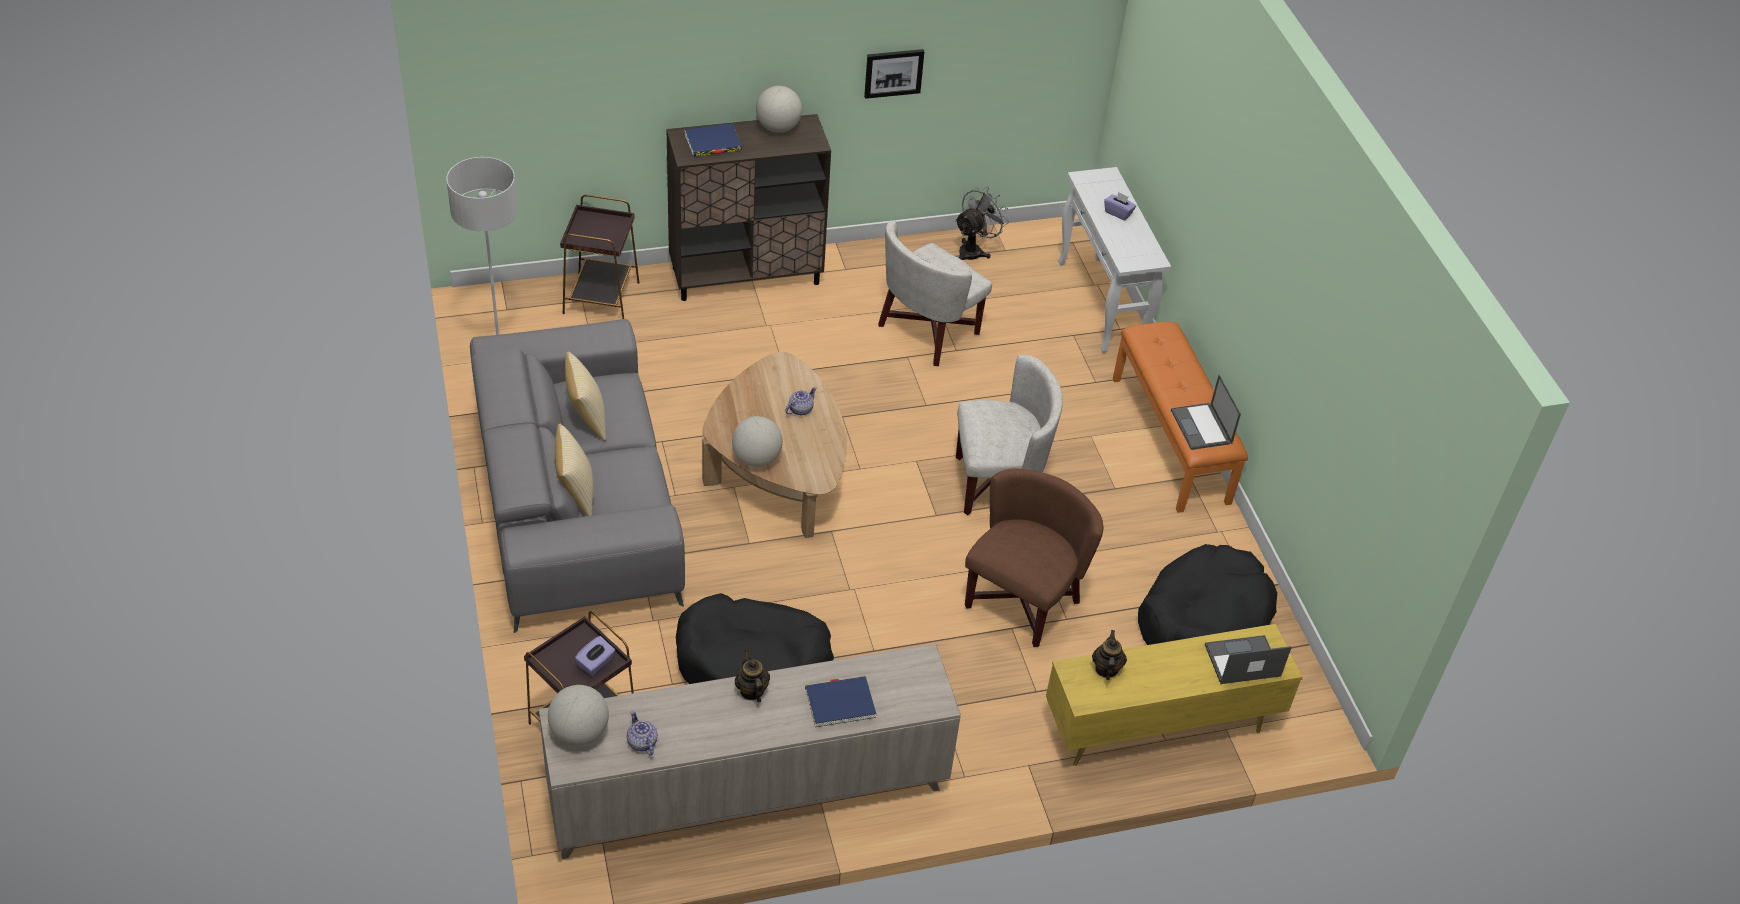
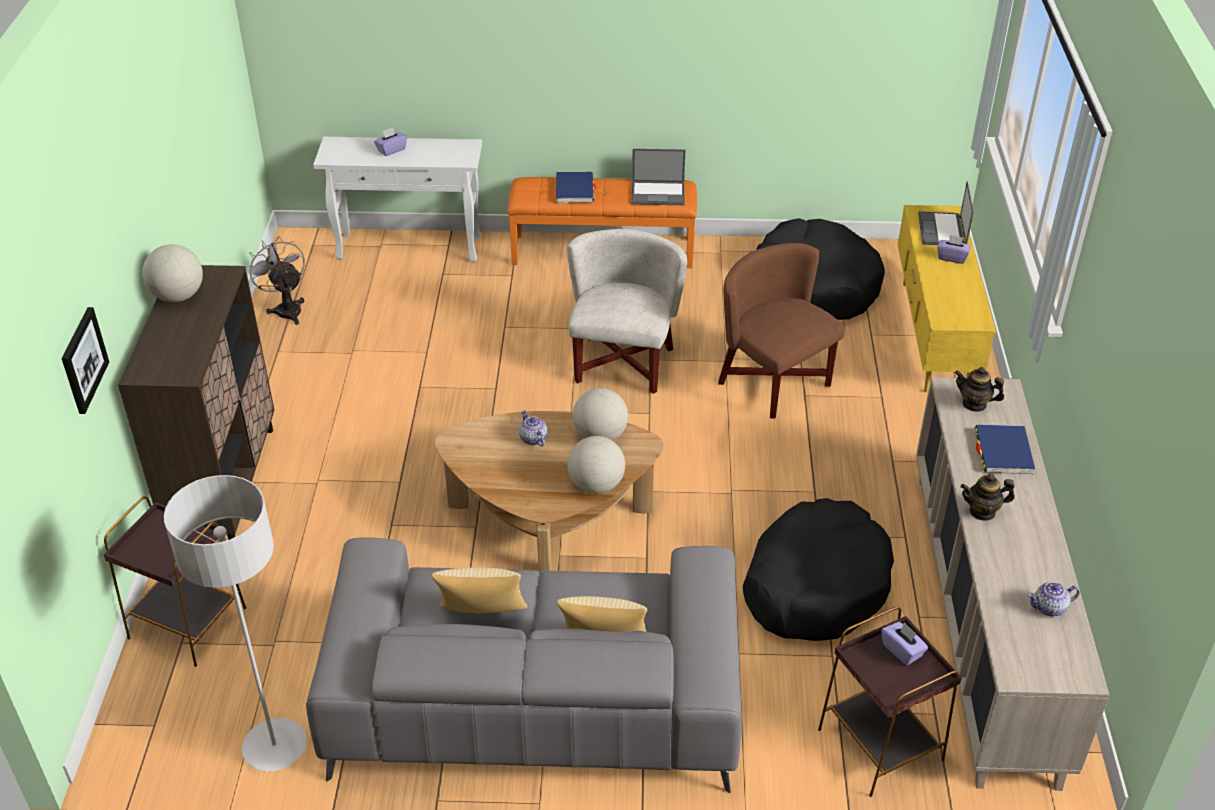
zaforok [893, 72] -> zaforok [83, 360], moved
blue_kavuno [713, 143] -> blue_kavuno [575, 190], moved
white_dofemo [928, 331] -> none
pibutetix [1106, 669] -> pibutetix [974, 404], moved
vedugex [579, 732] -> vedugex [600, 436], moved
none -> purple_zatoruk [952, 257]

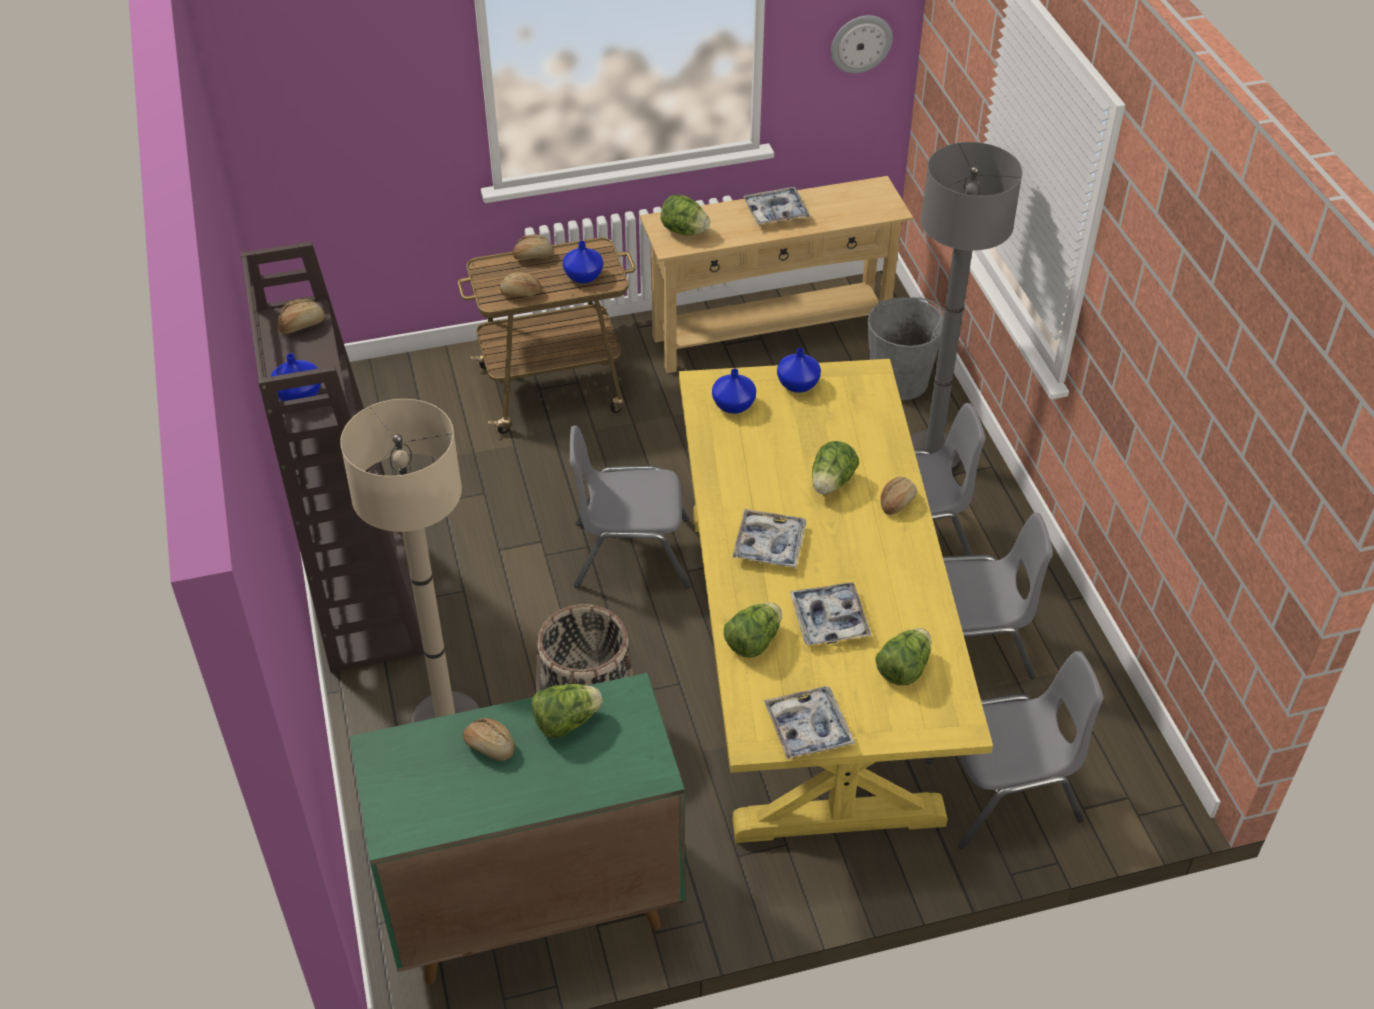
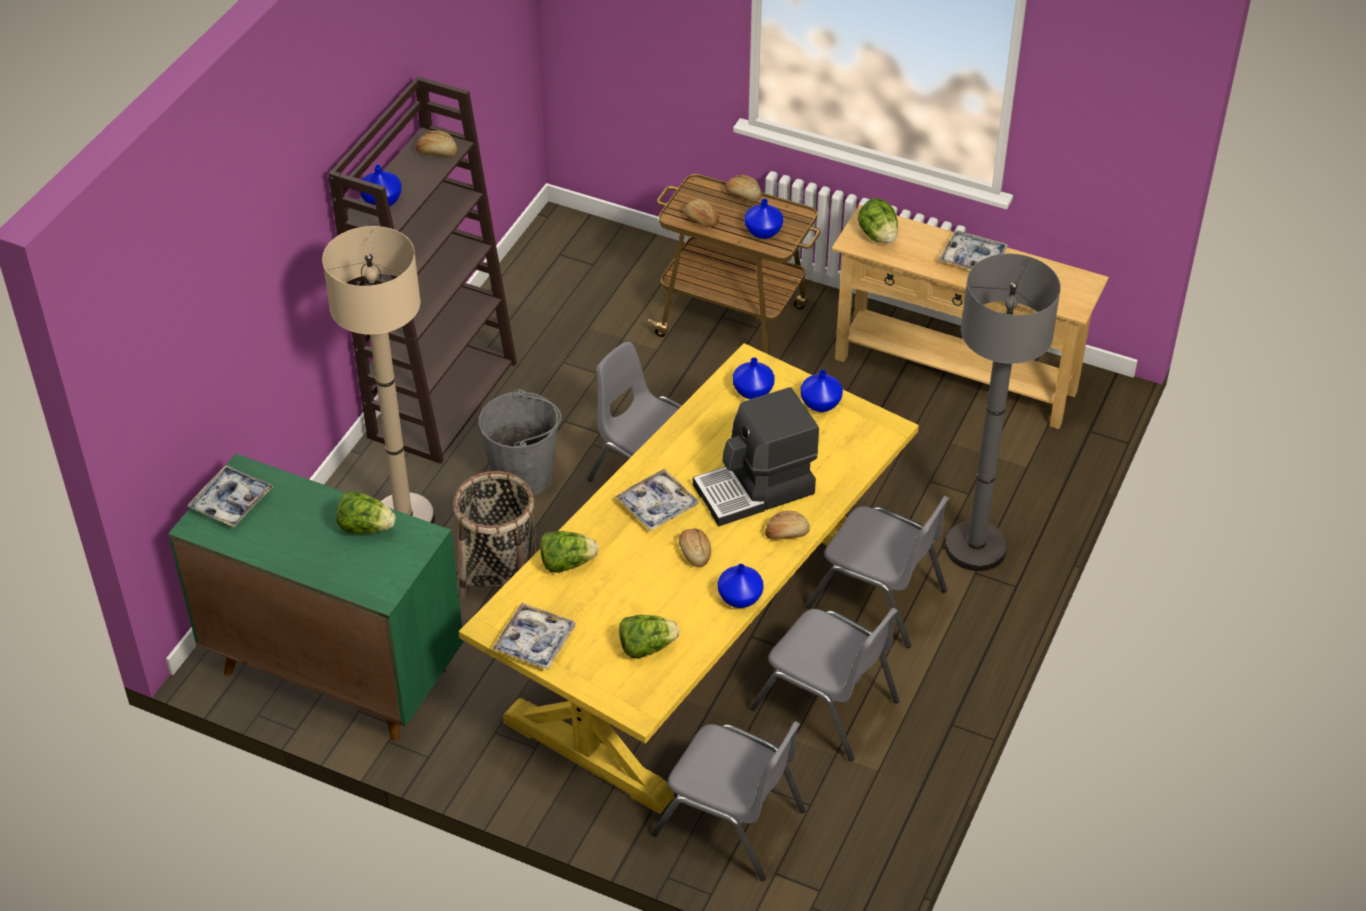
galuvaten [860, 43] -> none
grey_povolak [899, 380] -> grey_povolak [523, 475], moved
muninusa [831, 483] -> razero [755, 490]
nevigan [829, 620] -> nevigan [231, 502], moved
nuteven [490, 746] -> nuteven [694, 553], moved
none -> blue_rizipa [739, 598]

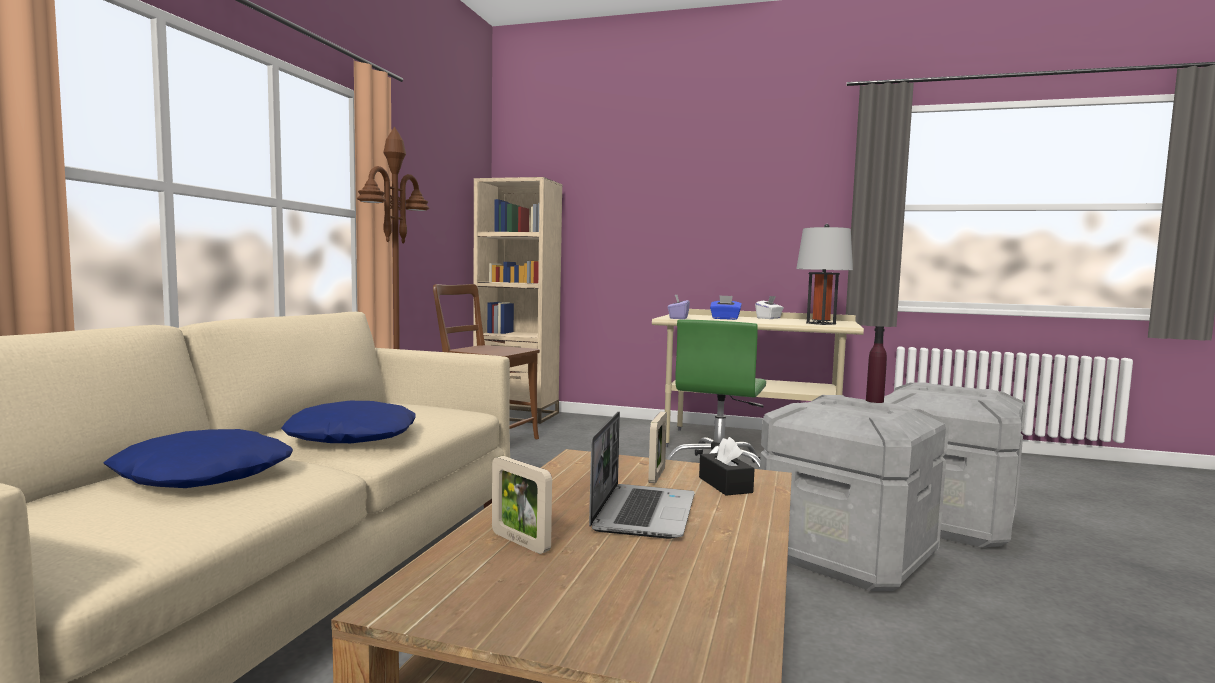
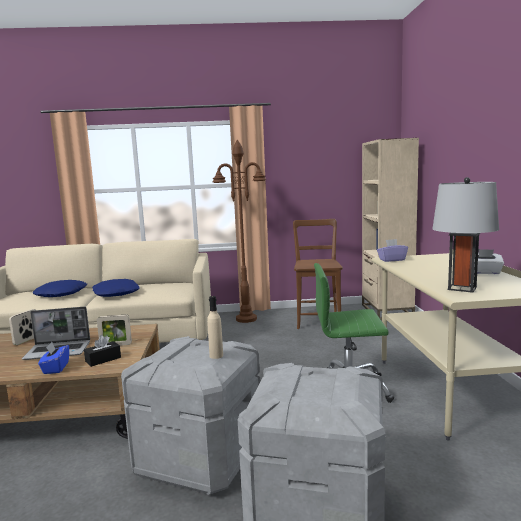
blue_zatoruk [725, 319] -> blue_zatoruk [55, 368], moved
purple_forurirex [874, 401] -> beige_forurirex [216, 356]

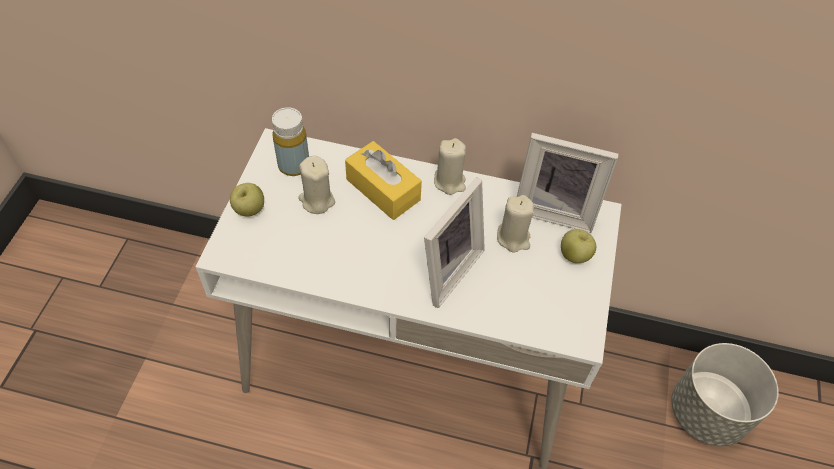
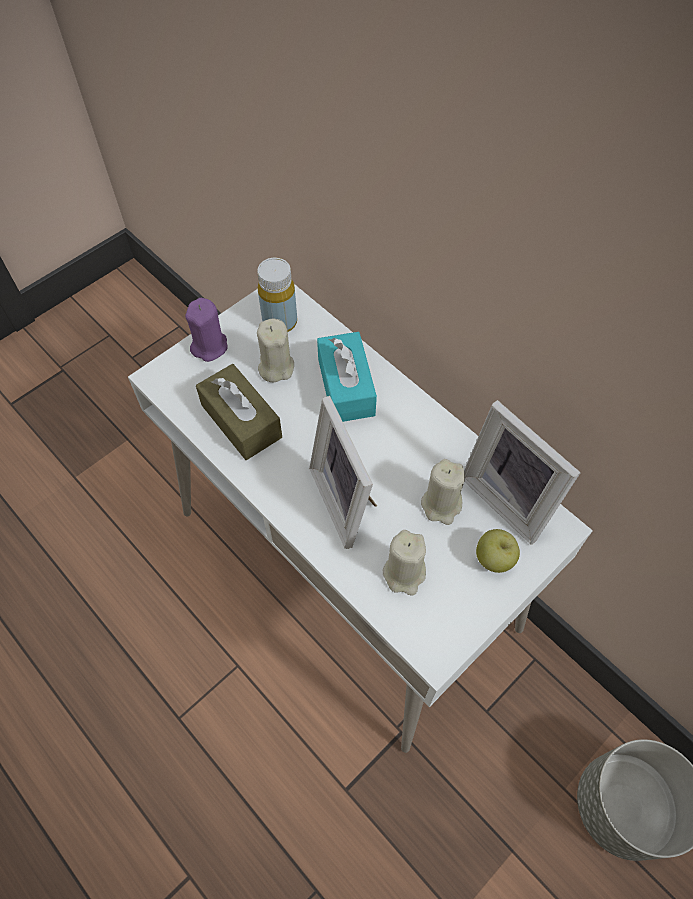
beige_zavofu [449, 181] -> beige_zavofu [404, 573], moved
yellow_zatoruk [383, 189] -> turquoise_zatoruk [346, 387]
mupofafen [445, 269] -> mupofafen [347, 500], 90 degrees clockwise
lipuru [249, 210] -> purple_zavofu [209, 346]
none -> brown_zatoruk [241, 421]

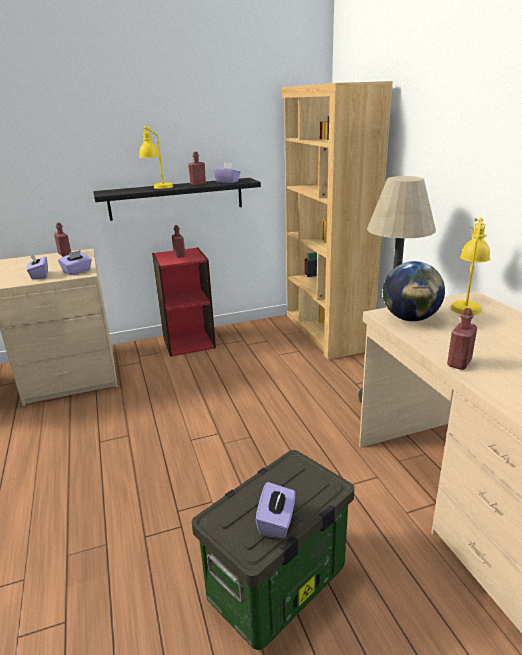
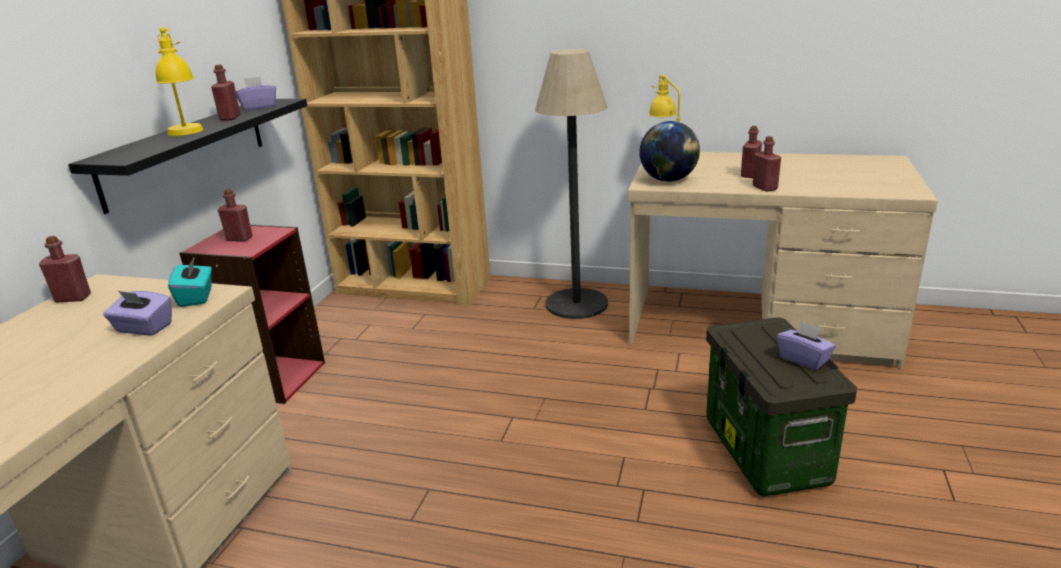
purple_zatoruk [77, 271] -> turquoise_zatoruk [196, 297]
none -> red_forurirex [750, 175]

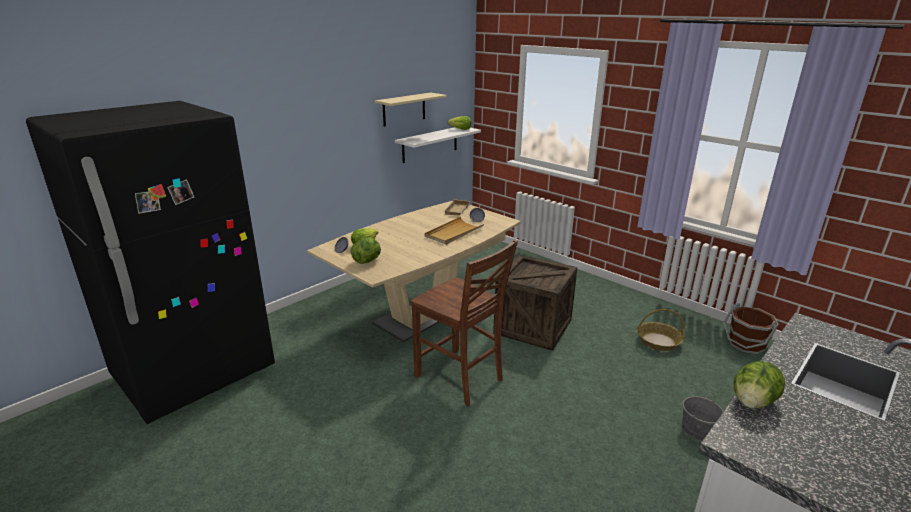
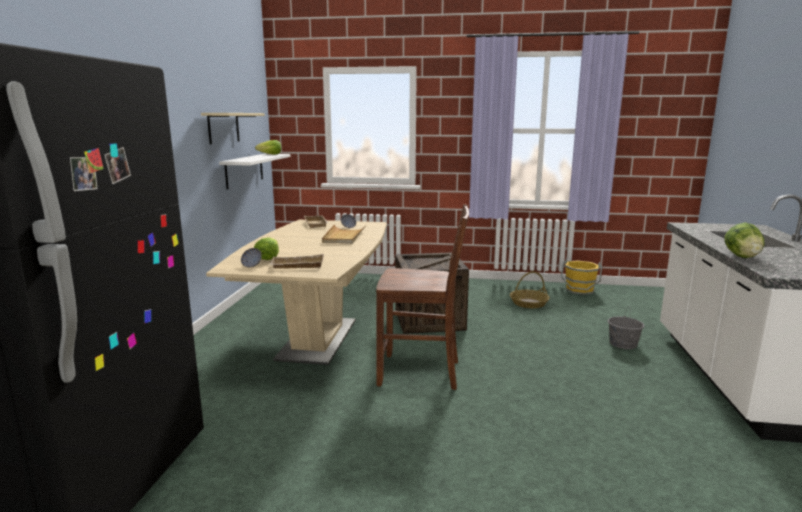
muninusa [367, 261] -> beige_nevigan [297, 266]
brown_povolak [746, 344] -> yellow_povolak [580, 290]

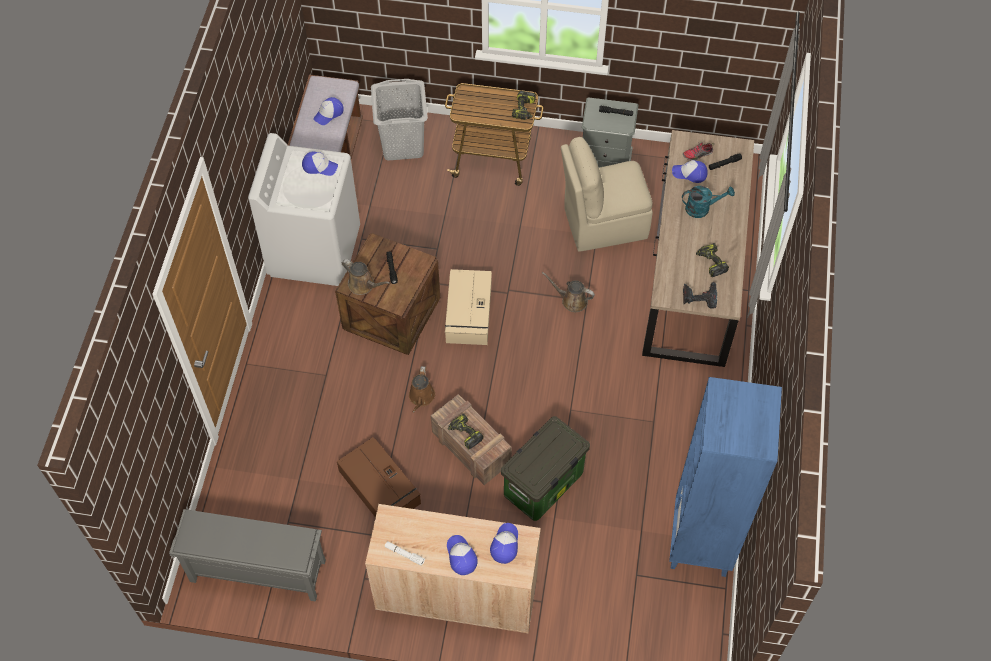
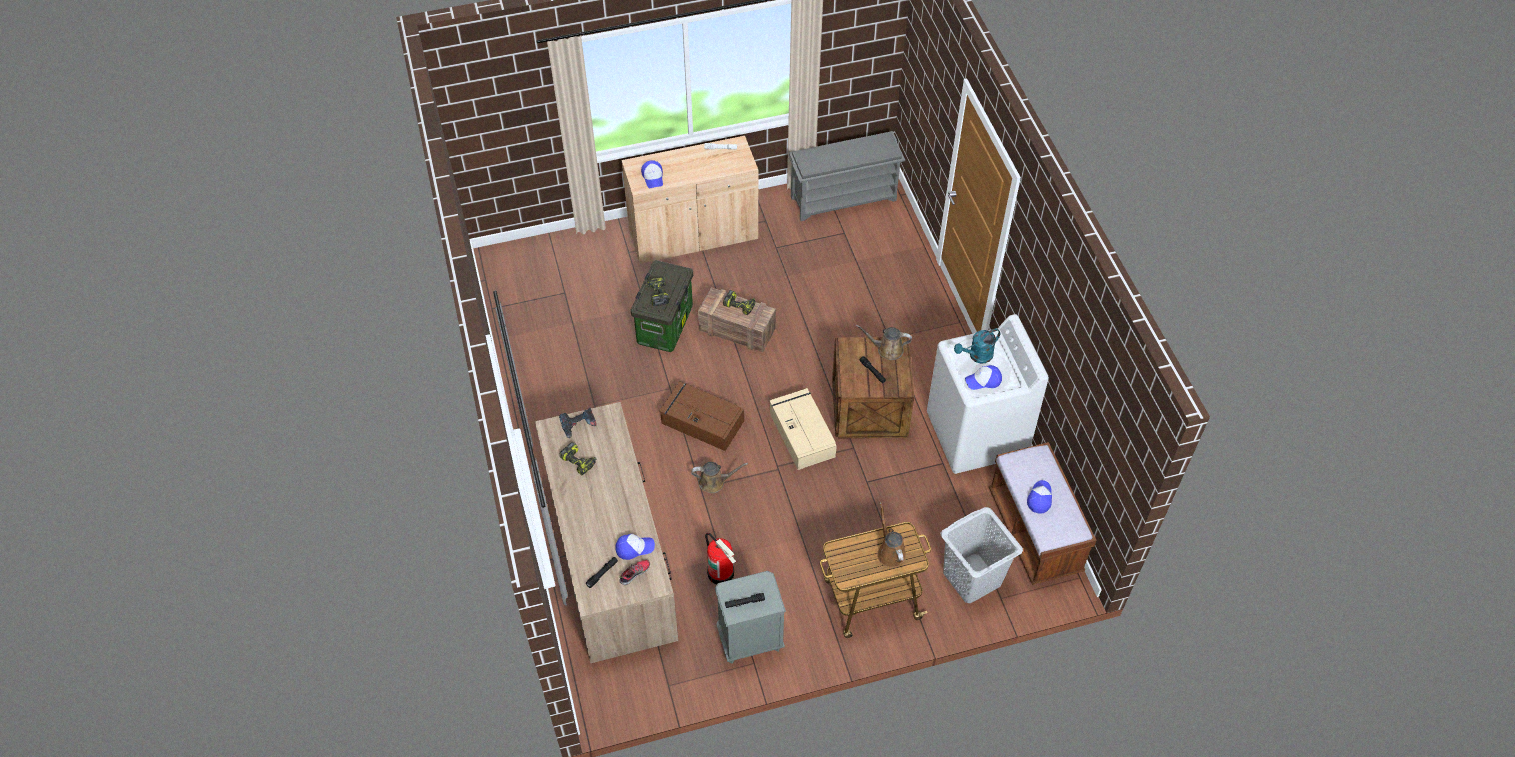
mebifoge [524, 110] -> mebifoge [657, 294], moved
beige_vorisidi [603, 223] -> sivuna [721, 573]
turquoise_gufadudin [702, 208] -> turquoise_gufadudin [977, 356], moved
brown_gufadudin [421, 397] -> brown_gufadudin [890, 551], moved
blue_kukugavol [701, 542] -> none
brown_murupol [380, 488] -> brown_murupol [701, 421], moved
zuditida [461, 556] -> none

